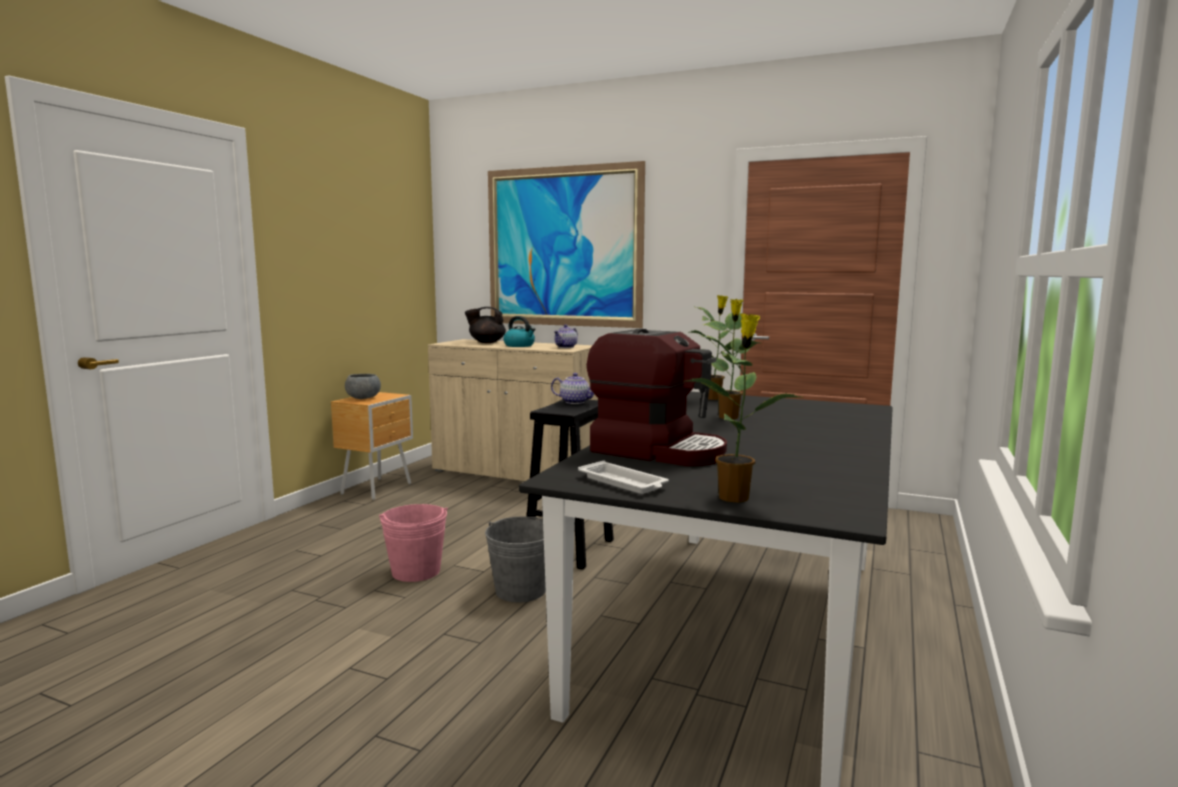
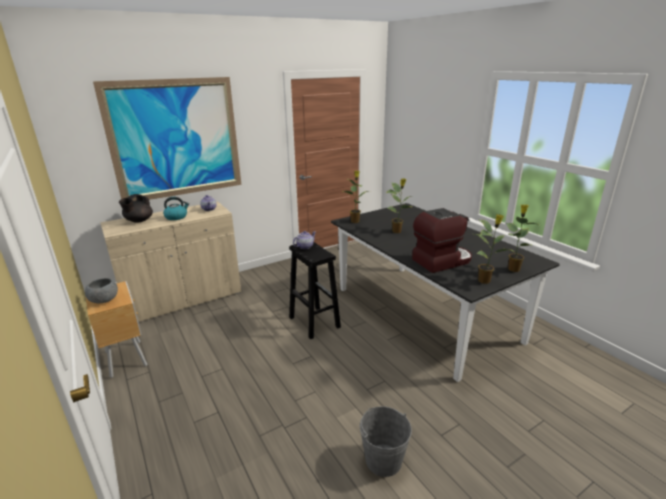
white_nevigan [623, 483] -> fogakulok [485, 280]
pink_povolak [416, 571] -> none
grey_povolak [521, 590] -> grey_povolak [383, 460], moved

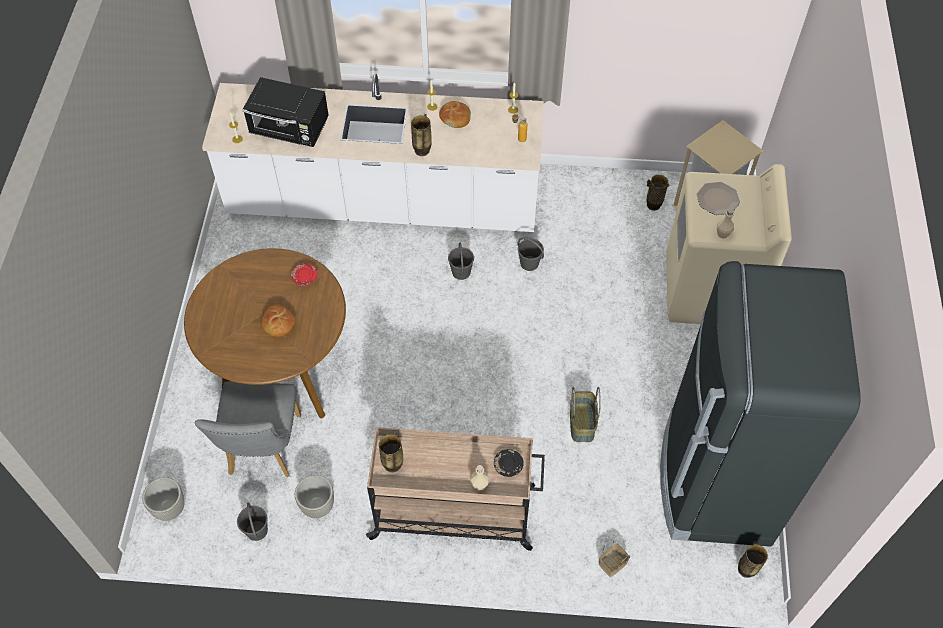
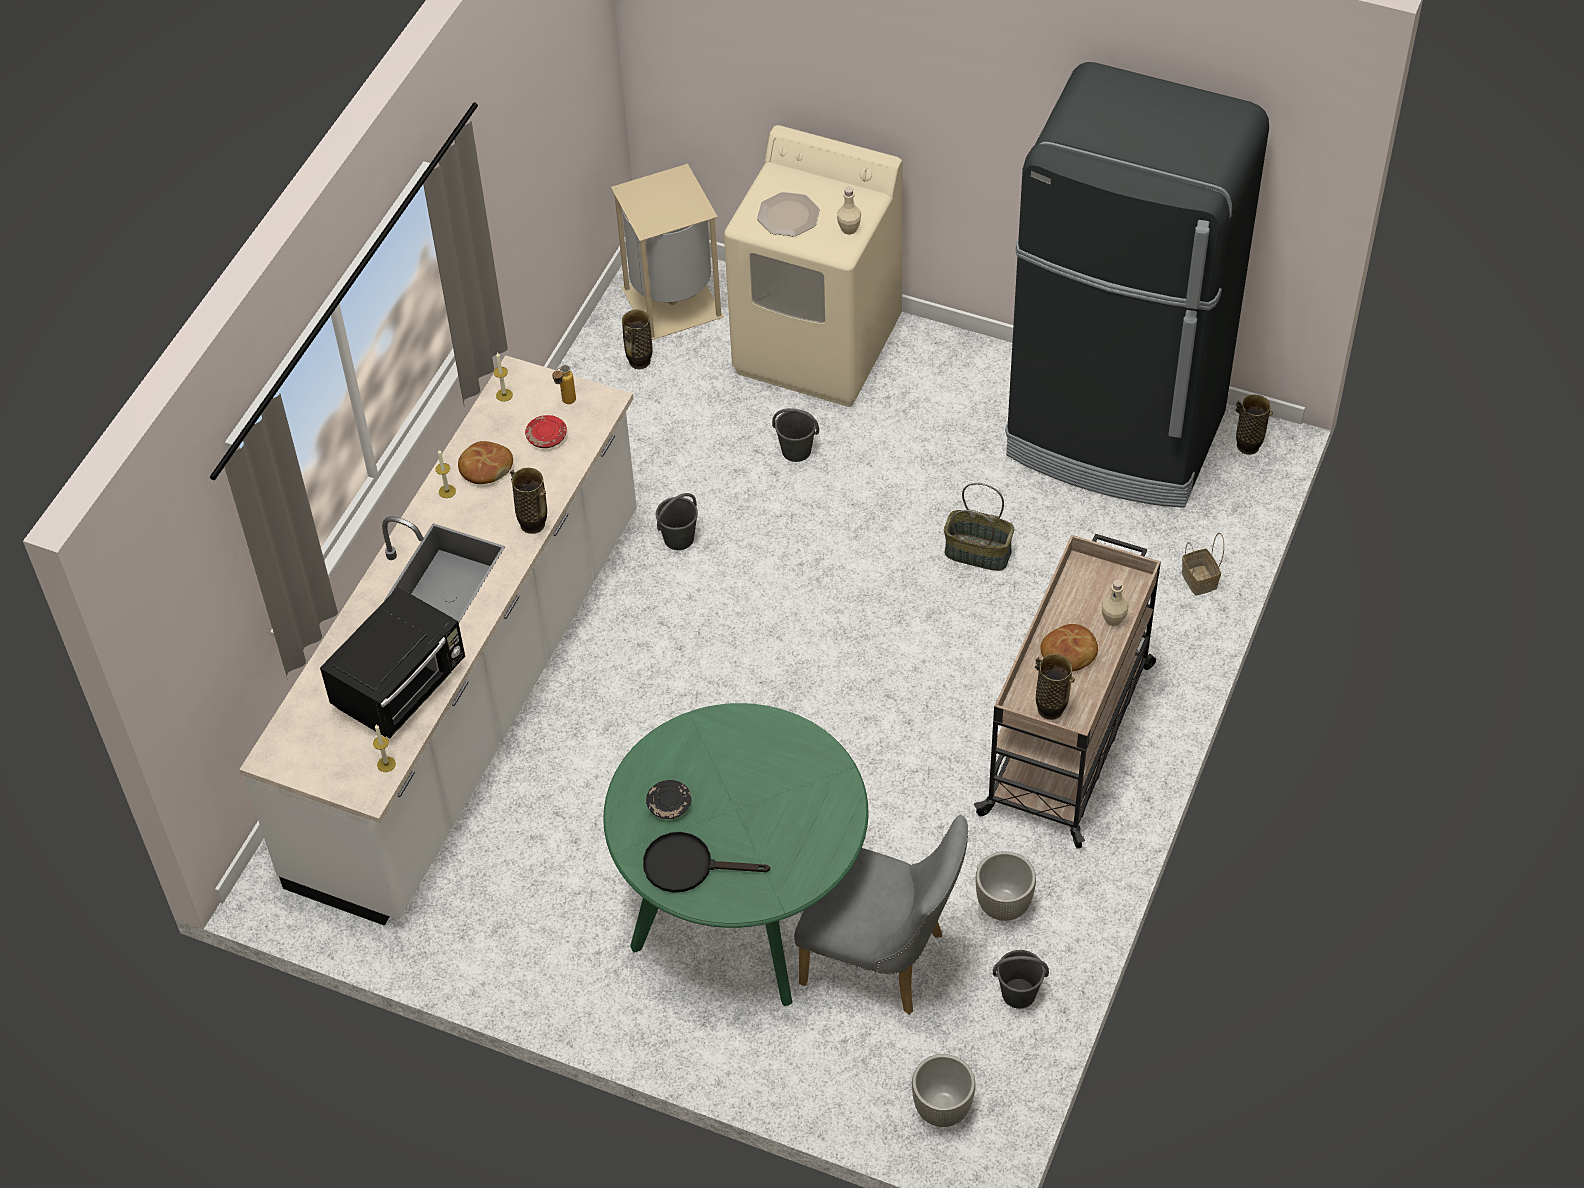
grey_povolak [461, 272] -> grey_povolak [797, 451], moved
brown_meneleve [281, 369] -> green_meneleve [743, 908]
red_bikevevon [304, 277] -> red_bikevevon [547, 437], moved
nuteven [278, 324] -> nuteven [1069, 653], moved
black_bikevevon [508, 466] -> black_bikevevon [669, 804], moved
none -> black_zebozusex [688, 865]

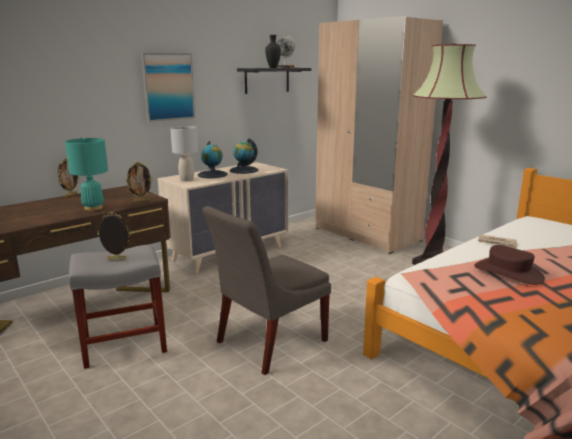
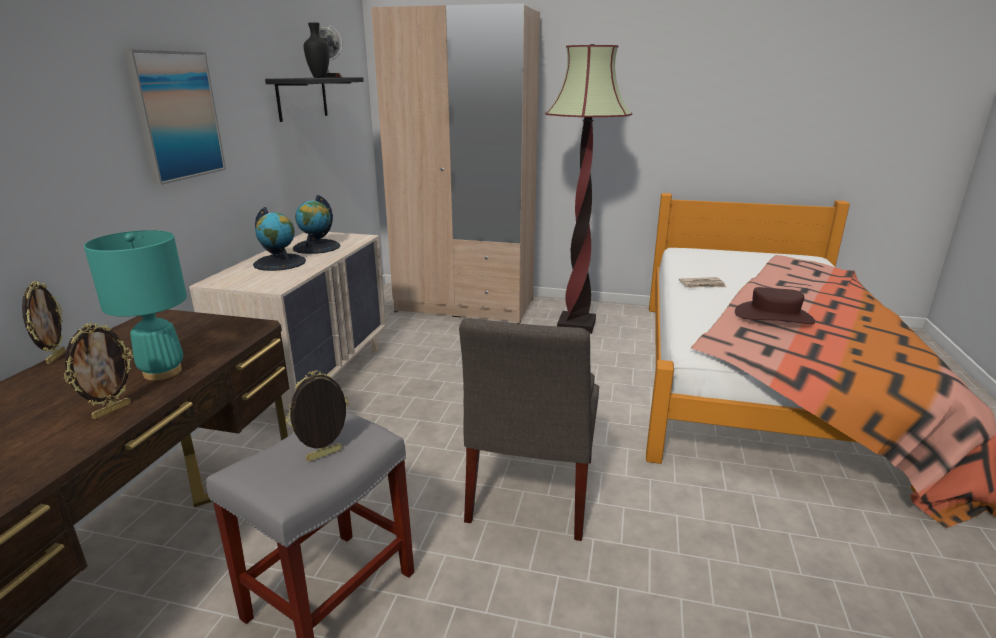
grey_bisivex [186, 180] -> none
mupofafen [141, 201] -> mupofafen [111, 410], moved

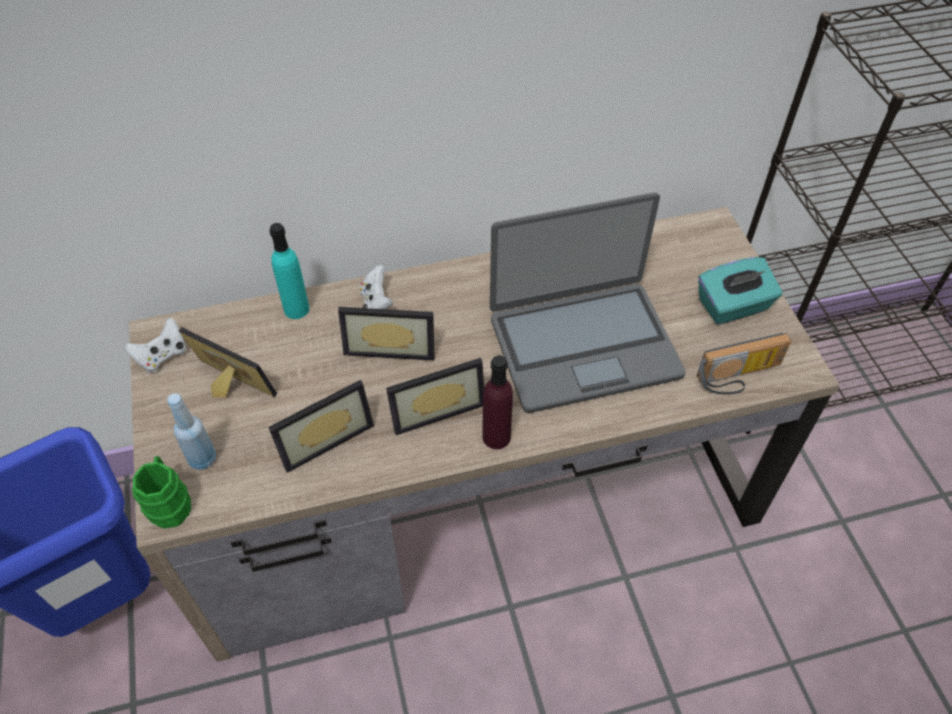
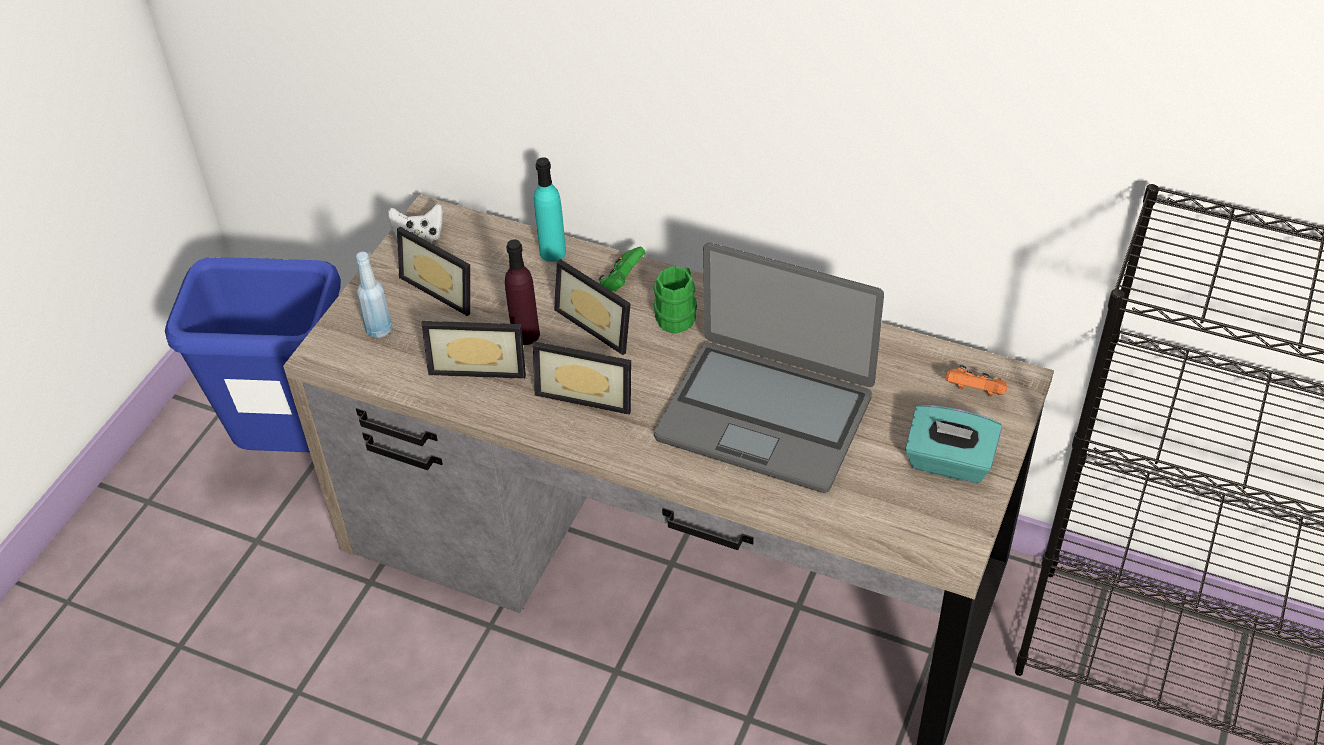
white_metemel [376, 303] -> green_metemel [621, 282]
mupofafen [228, 388] -> mupofafen [444, 287], 150 degrees clockwise
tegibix [739, 378] -> none
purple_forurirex [496, 437] -> purple_forurirex [526, 335], moved
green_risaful [169, 502] -> green_risaful [678, 314], moved
none -> orange_metemel [975, 393]

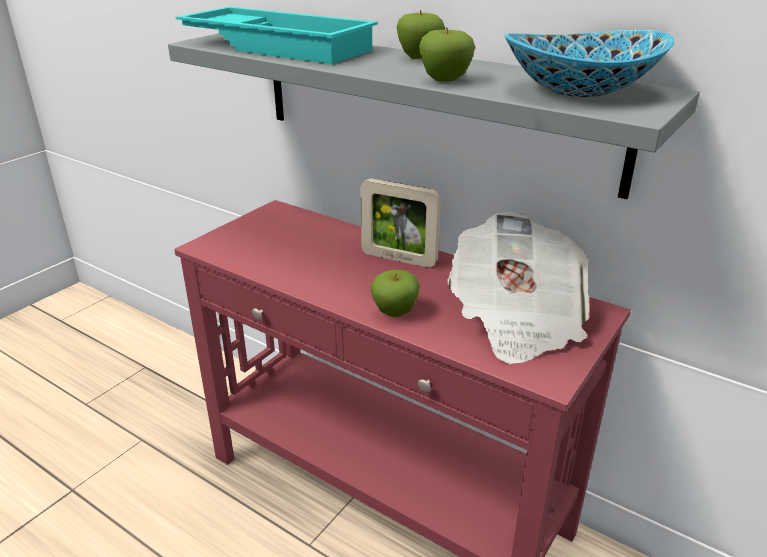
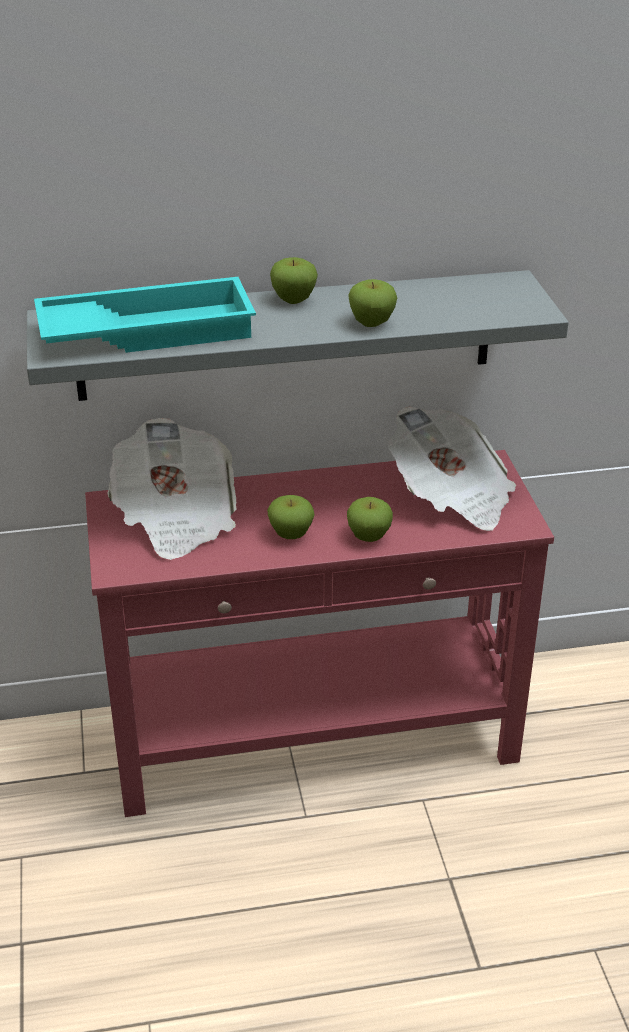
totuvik [578, 90] -> none
mupofafen [398, 259] -> none
none -> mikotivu [175, 518]
none -> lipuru [291, 535]

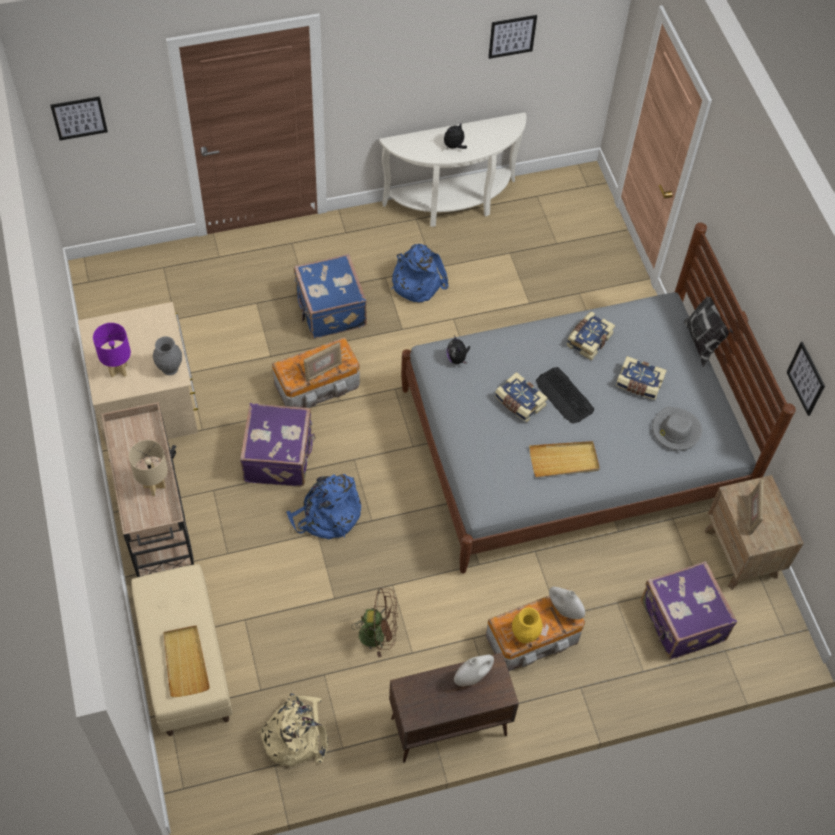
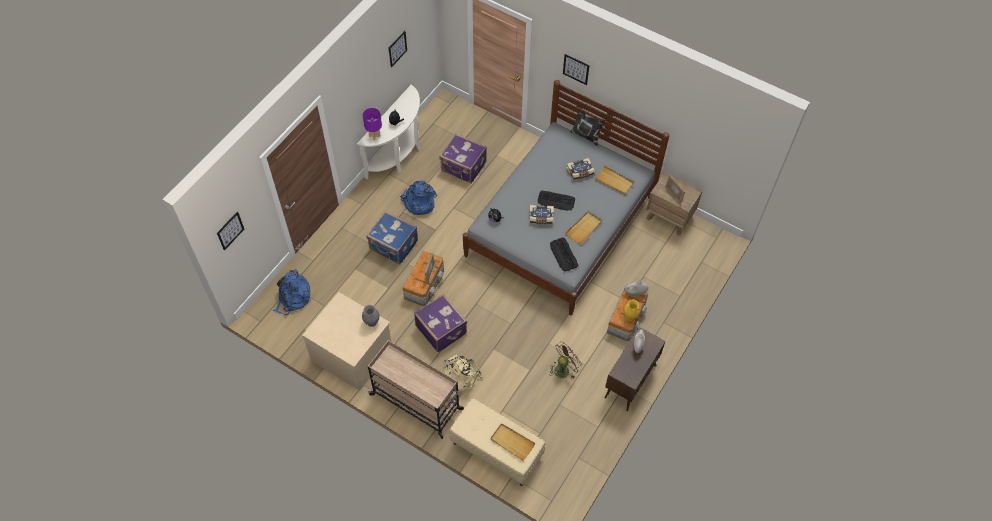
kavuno [588, 339] -> none
purple_bisivex [118, 370] -> purple_bisivex [374, 136], moved
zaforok [806, 378] -> zaforok [576, 69], moved
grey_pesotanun [675, 430] -> beige_nevigan [614, 181]
beige_bisivex [155, 486] -> none
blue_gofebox [327, 515] -> blue_gofebox [293, 298], moved
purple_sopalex [681, 622] -> purple_sopalex [463, 167], moved
beige_gofebox [295, 734] -> beige_gofebox [460, 376], moved
none -> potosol [563, 255]

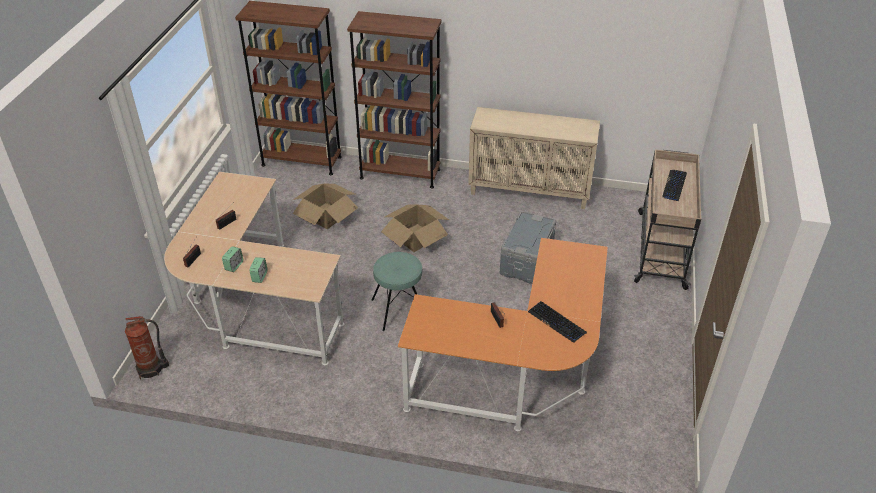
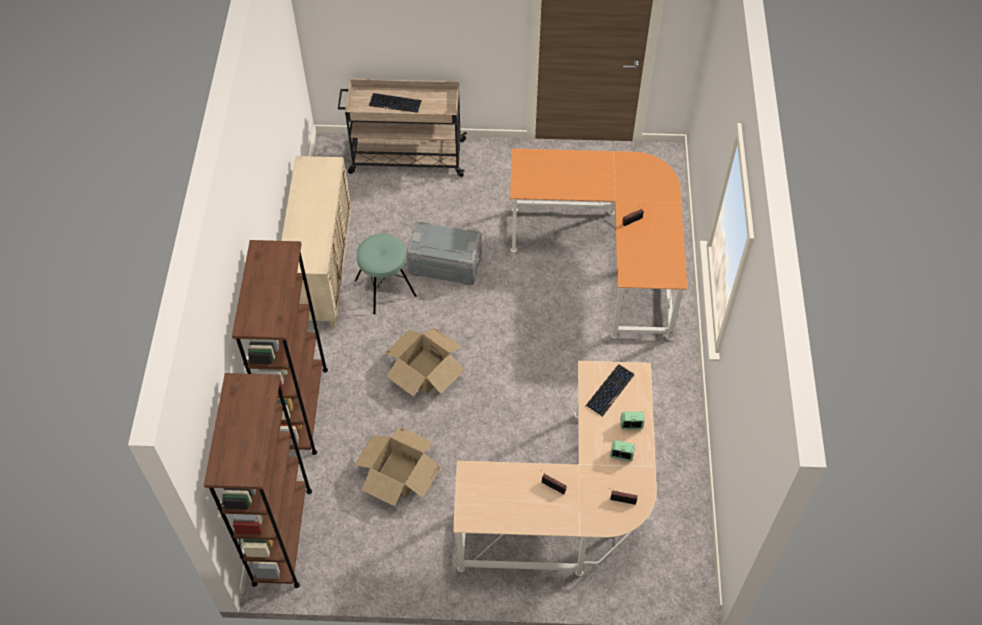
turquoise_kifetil [399, 310] -> turquoise_kifetil [385, 288], moved
potosol [557, 322] -> potosol [609, 390], moved
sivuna [151, 369] -> none

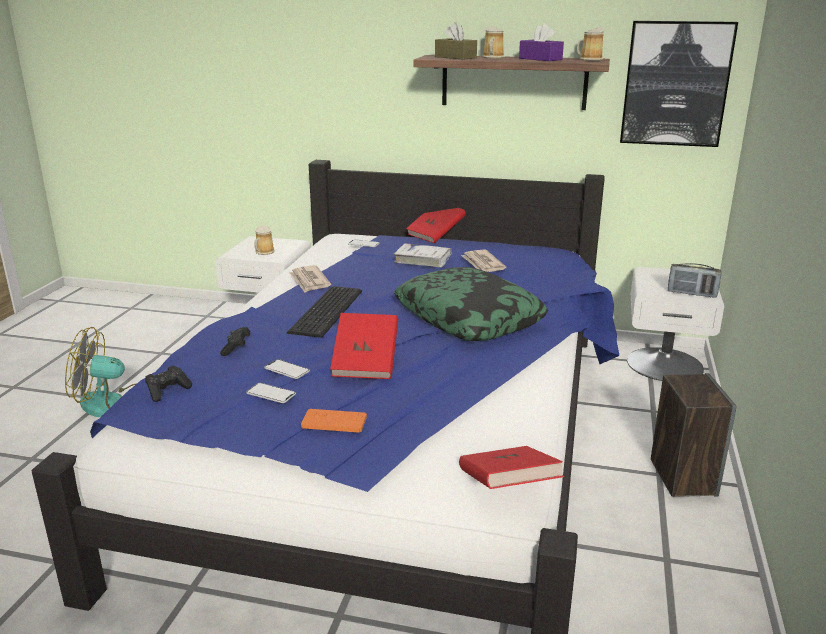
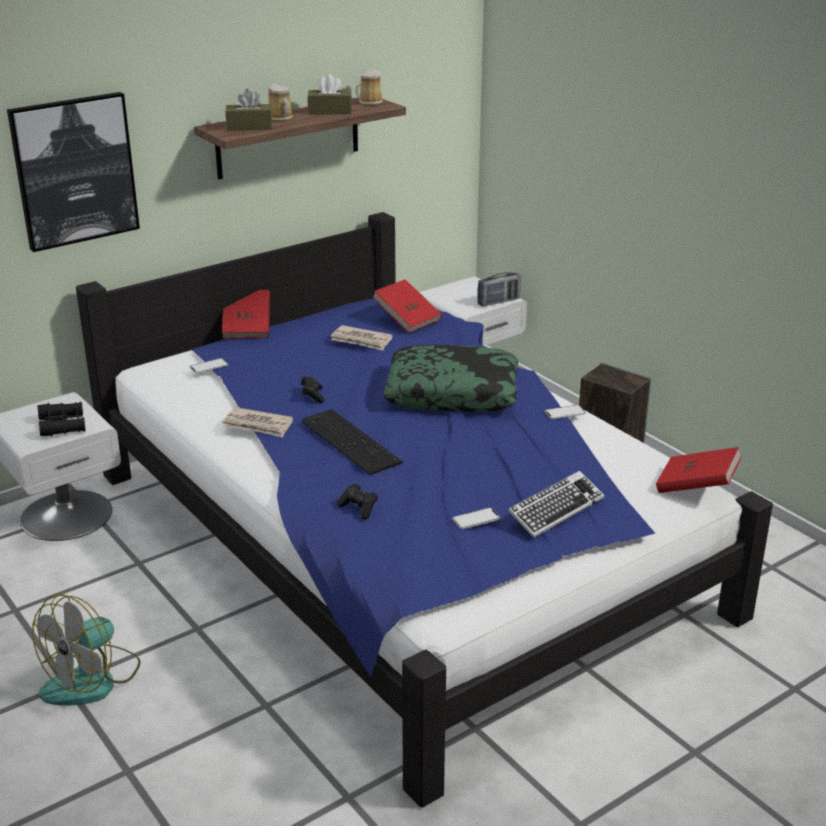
zaforok [675, 84] -> zaforok [74, 170], moved
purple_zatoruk [540, 59] -> brown_zatoruk [330, 111]
risaful [264, 252] -> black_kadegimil [63, 425]
white_kavuno [423, 260] -> none
red_kavuno [366, 363] -> red_kavuno [407, 319], moved
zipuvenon [287, 370] -> zipuvenon [565, 413], moved
black_metemel [168, 391] -> black_metemel [312, 396], moved
orange_metemel [334, 422] -> potosol [555, 509]

